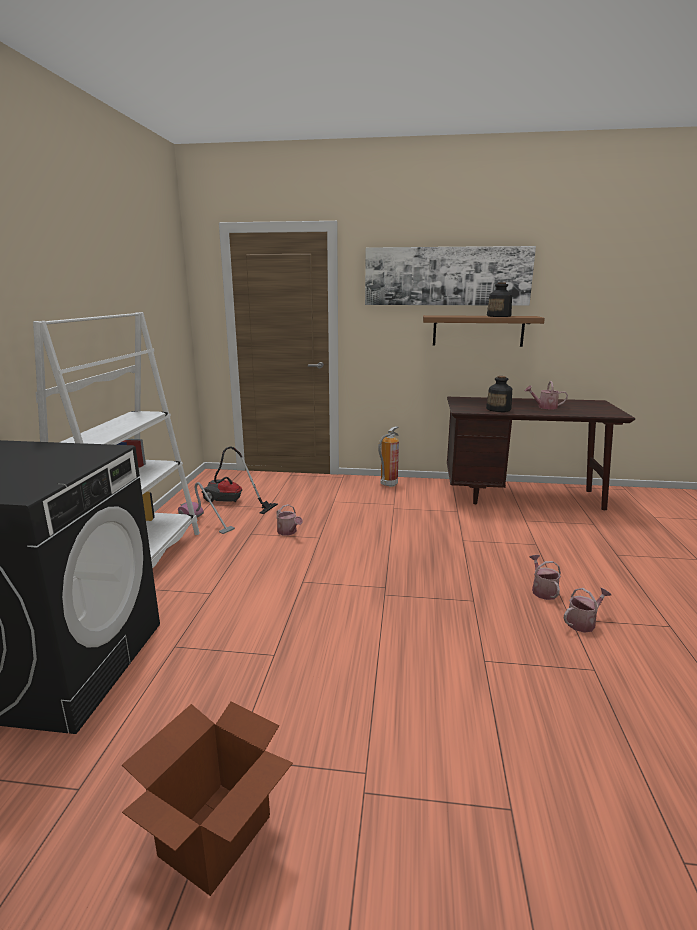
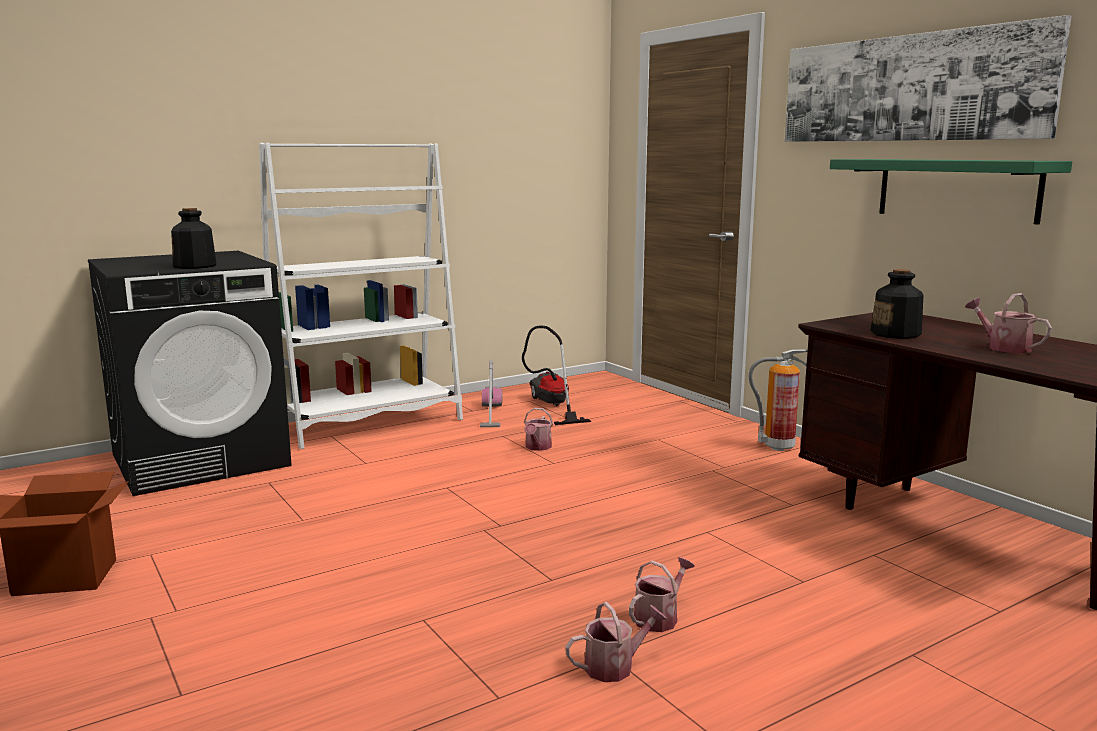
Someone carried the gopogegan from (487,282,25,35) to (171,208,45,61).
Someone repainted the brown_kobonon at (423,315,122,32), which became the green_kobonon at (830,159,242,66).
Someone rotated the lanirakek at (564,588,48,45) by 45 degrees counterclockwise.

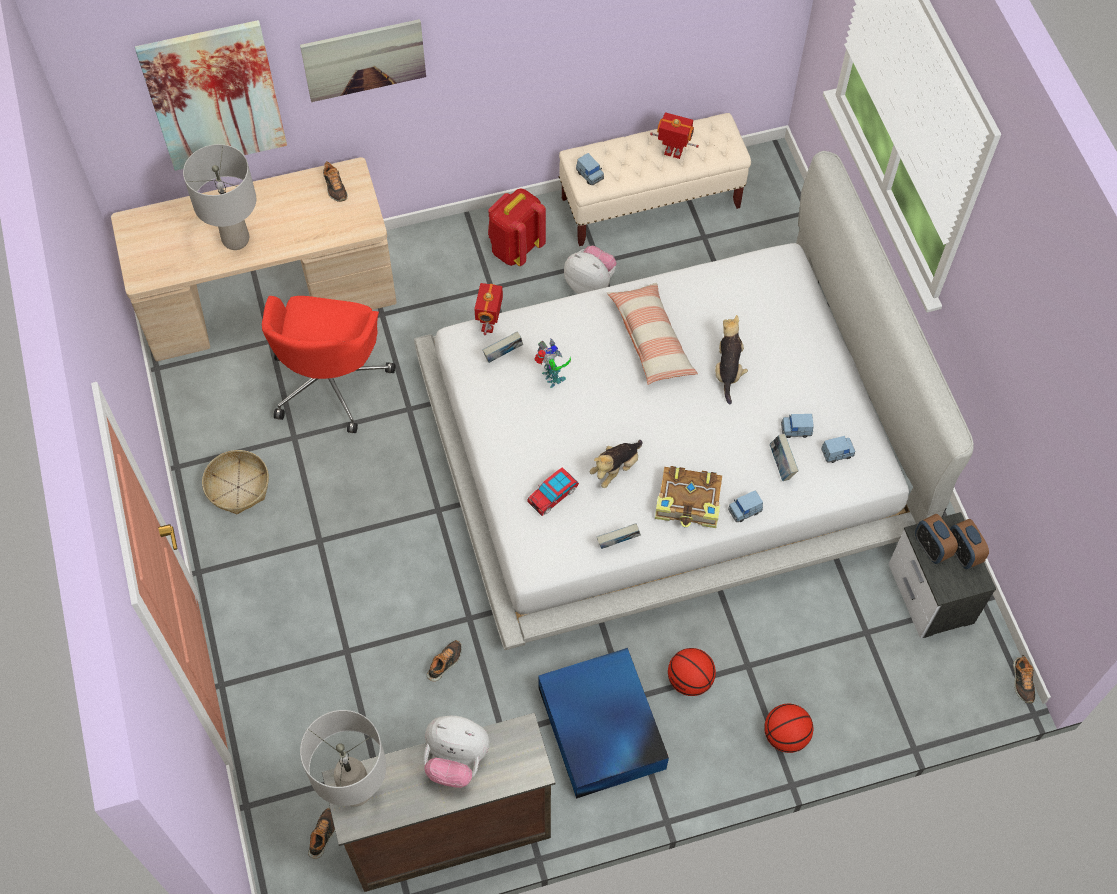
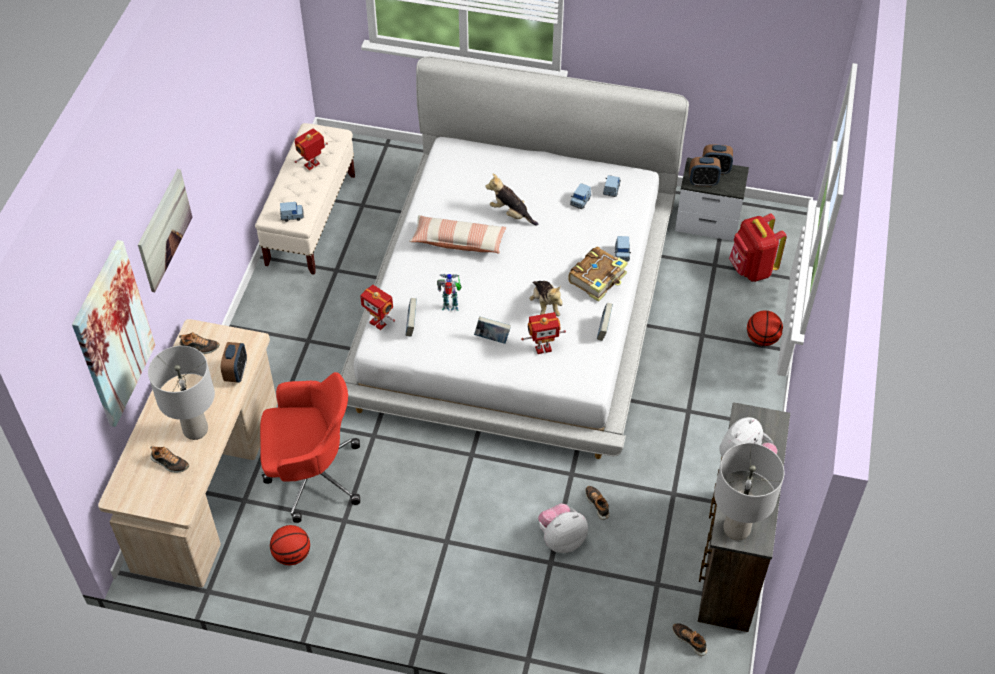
Someone carried the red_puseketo from (488,188,58,78) to (729,213,58,69).
Someone carried the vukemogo from (564,246,53,48) to (538,504,50,49).
Someone rotated the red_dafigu at (262,296,133,137) by 45 degrees counterclockwise.
Someone carried the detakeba from (770,434,29,47) to (474,316,37,28).
Someone took away the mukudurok at (202,450,67,64).
Someone swapped the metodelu at (528,468,51,48) for the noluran at (521,312,45,42).
Someone took away the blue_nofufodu at (538,648,131,151).
Someone carried the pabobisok from (668,648,48,48) to (270,525,40,40).
Someone carried the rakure from (1013,655,22,48) to (150,446,39,27).
Someone put down the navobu at (221,342,26,41).

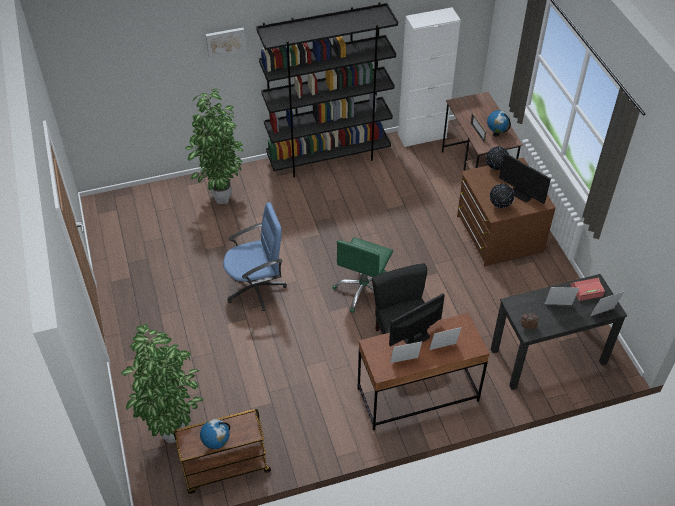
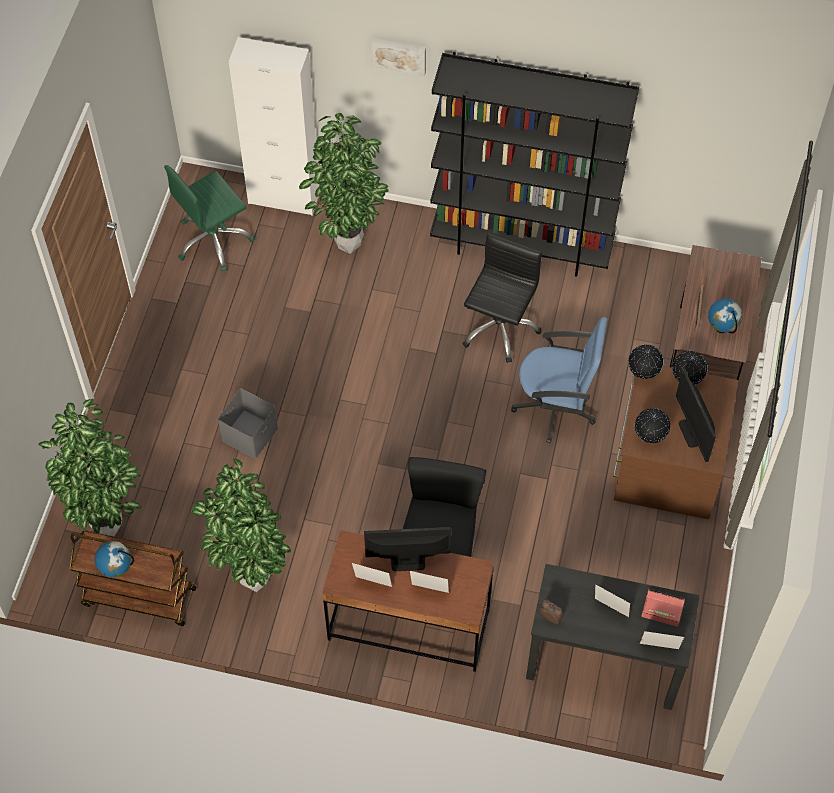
Someone carried the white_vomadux from (398,7,63,140) to (229,37,90,179).
Someone carried the blue_dafigu from (223,202,64,109) to (511,317,96,126).
Someone carried the green_dafigu from (333,237,60,76) to (164,165,90,106).
Someone put down the black_dafigu at (462,233,80,130).
Someone put down the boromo at (628,345,35,34).
Someone put down the grey_nofufodu at (218,389,60,70).
Someone put down the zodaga at (191,458,100,134).

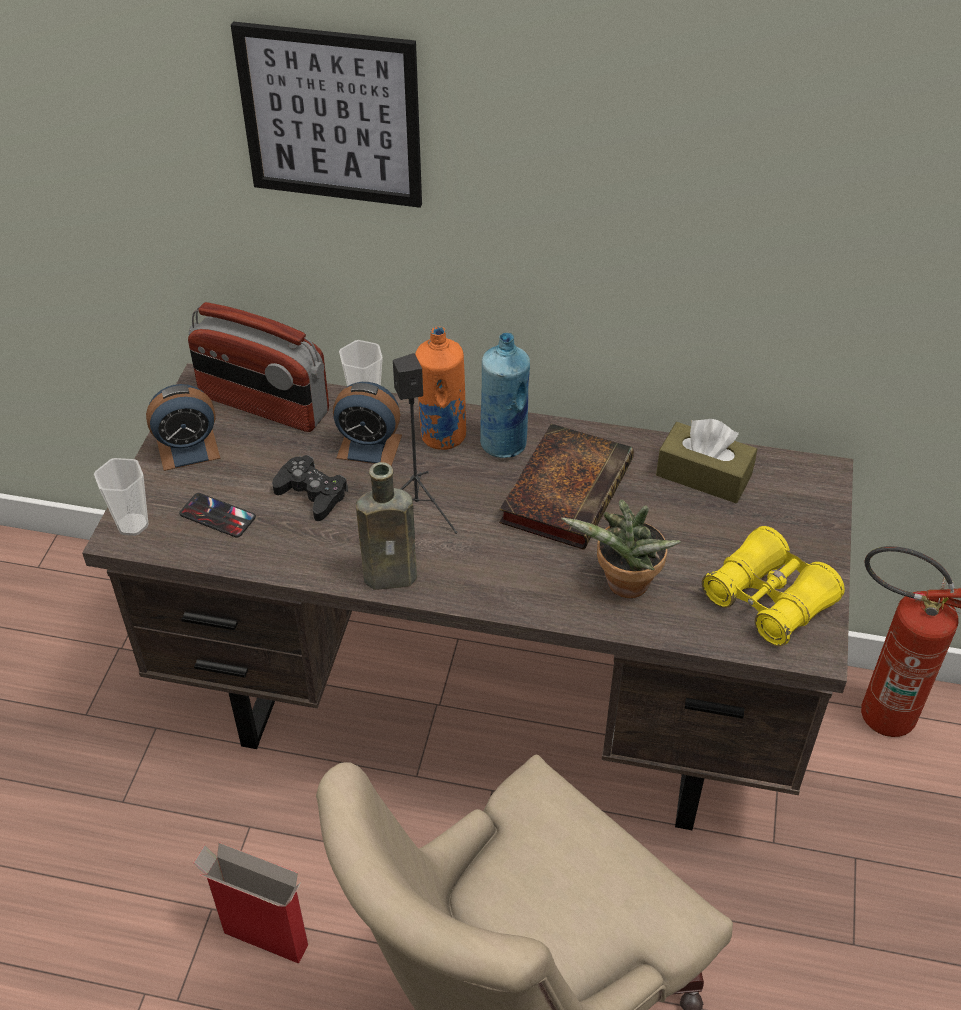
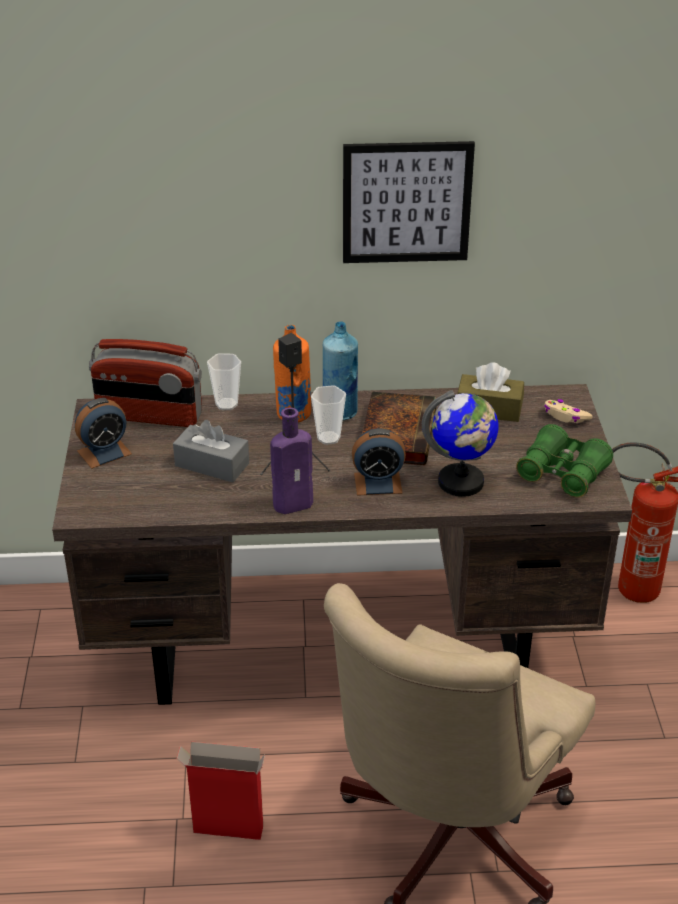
Someone carried the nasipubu from (231,21,191,187) to (343,141,132,122).
Someone carried the navobu from (333,382,69,84) to (352,428,54,68).
Someone swapped the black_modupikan at (272,455,76,66) for the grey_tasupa at (173,420,76,62).
Someone carried the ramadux from (94,458,54,78) to (311,385,35,60).
Someone repainted the brown_gopogegan at (356,462,61,128), which became the purple_gopogegan at (270,408,43,106).
Someone took away the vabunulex at (179,493,77,45).
Someone swapped the zodaga at (561,500,120,98) for the boromo at (422,390,77,107).
Someone repainted the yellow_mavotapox at (702,526,143,120), which became the green_mavotapox at (516,424,97,73).
Someone put down the beige_modupikan at (544,399,49,24).

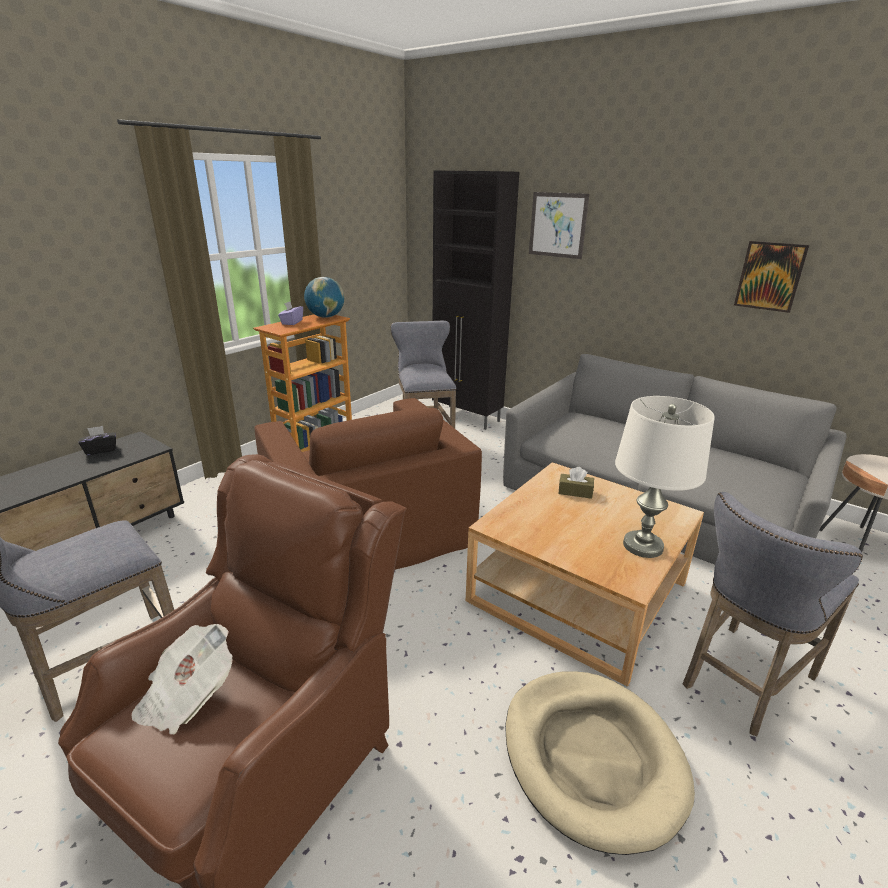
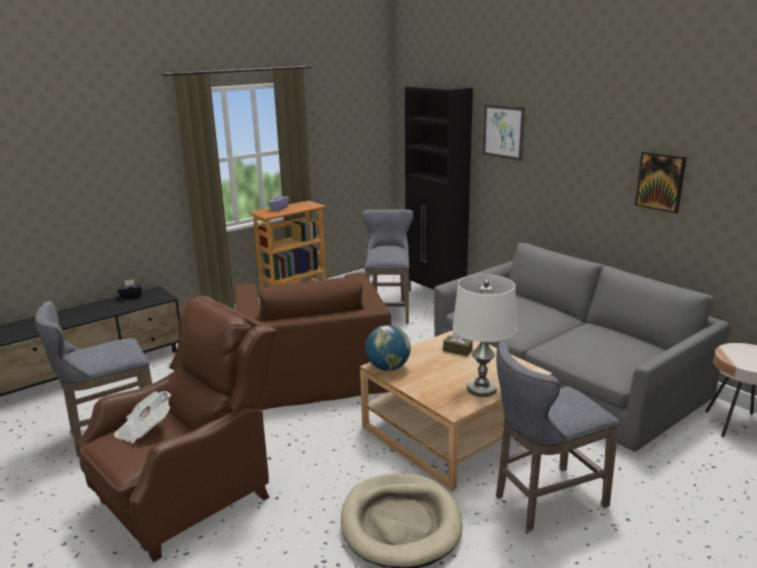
Someone carried the boromo from (304,277,40,41) to (365,325,46,46).

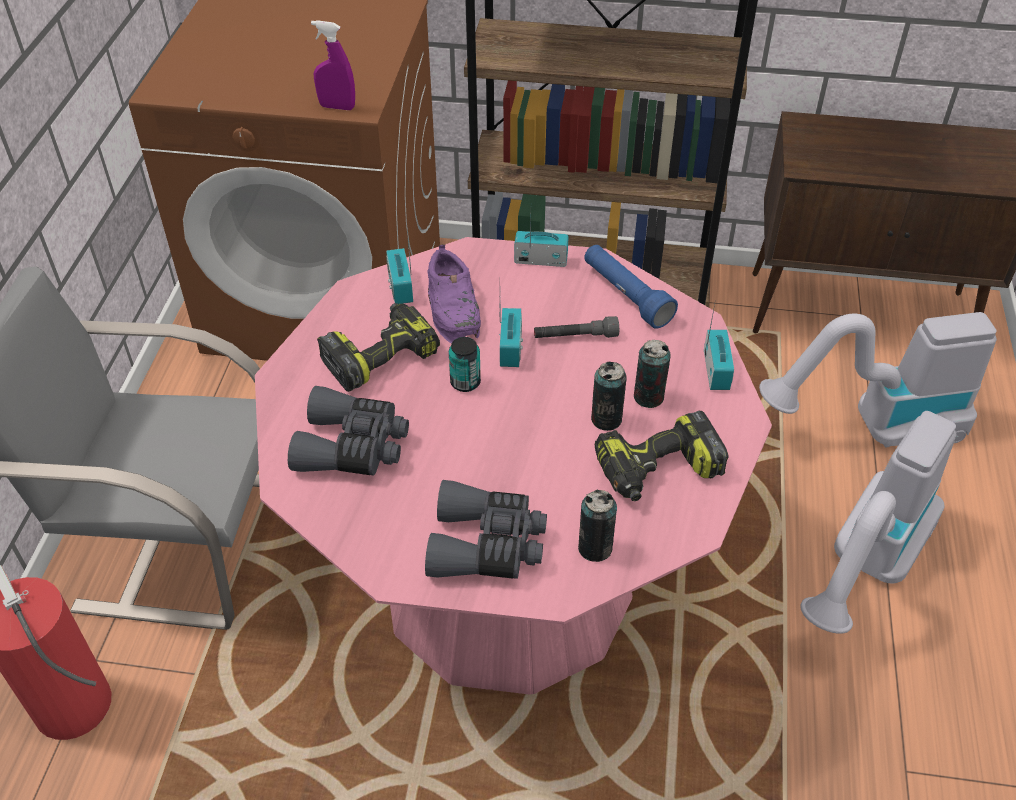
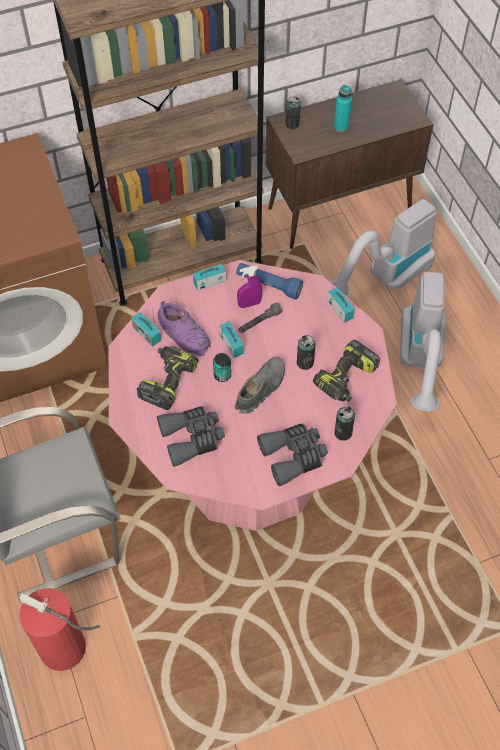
Someone carried the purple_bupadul from (311,20,44,90) to (237,266,25,42).
Someone carried the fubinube from (634,340,37,68) to (285,96,16,33).
Someone put down the turquoise_gopogegan at (334,84,18,48).
Someone put down the grey_rakure at (235,357,50,57).

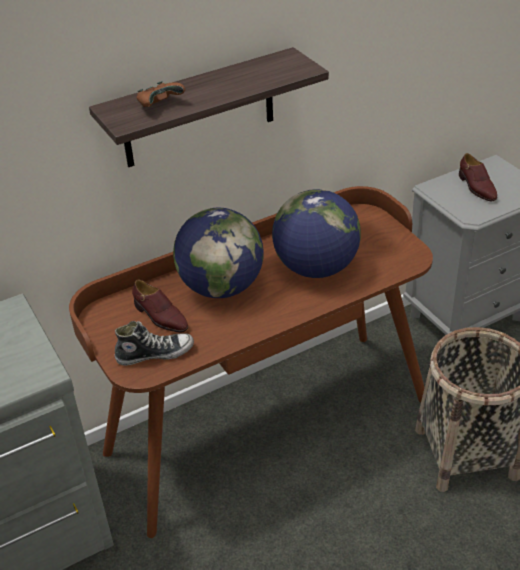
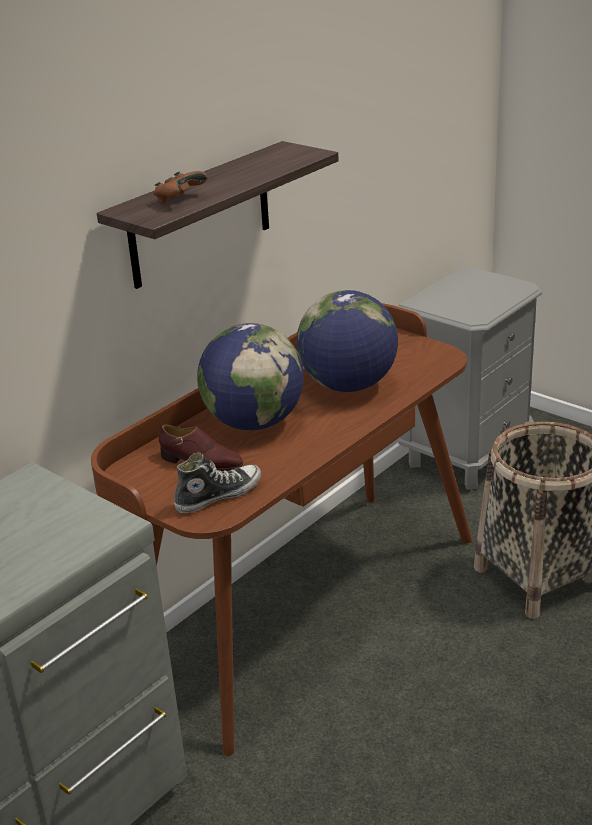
Someone took away the brown_rakure at (459,153,38,48).

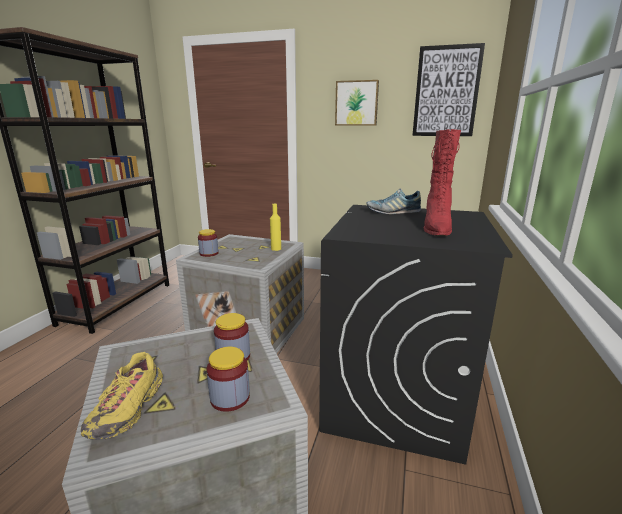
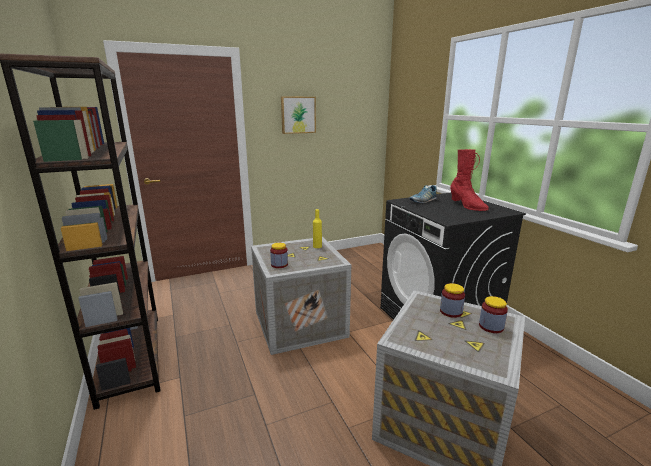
Someone took away the nasipubu at (412,43,73,93).
Someone took away the yellow_rakure at (81,352,82,88).

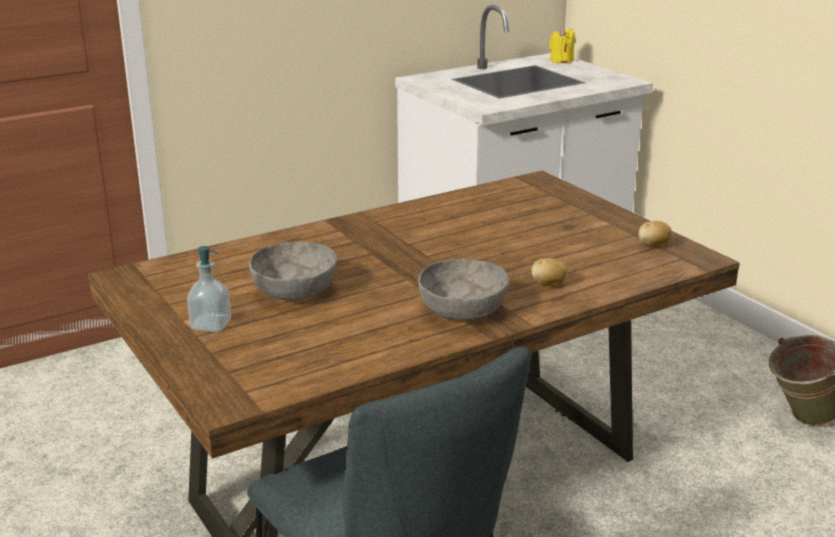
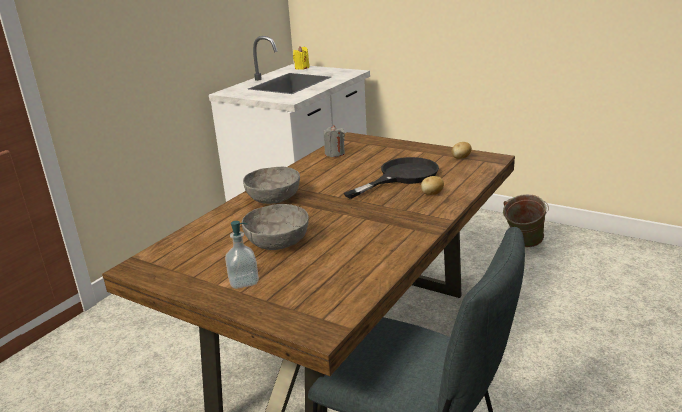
Someone carried the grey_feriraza from (418,259,91,62) to (243,167,57,37).
Someone put down the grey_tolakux at (324,125,21,32).
Someone put down the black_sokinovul at (344,157,95,42).

